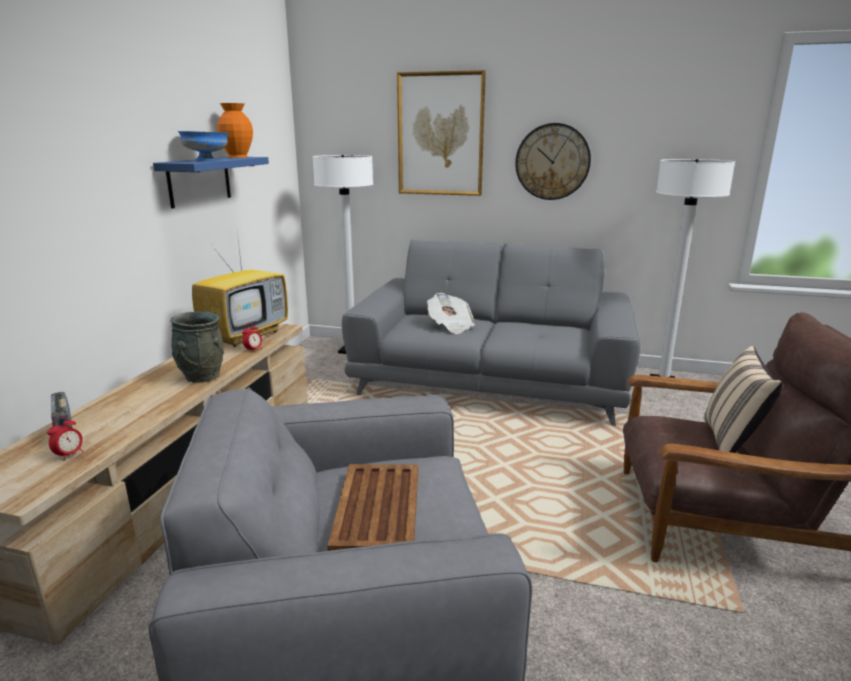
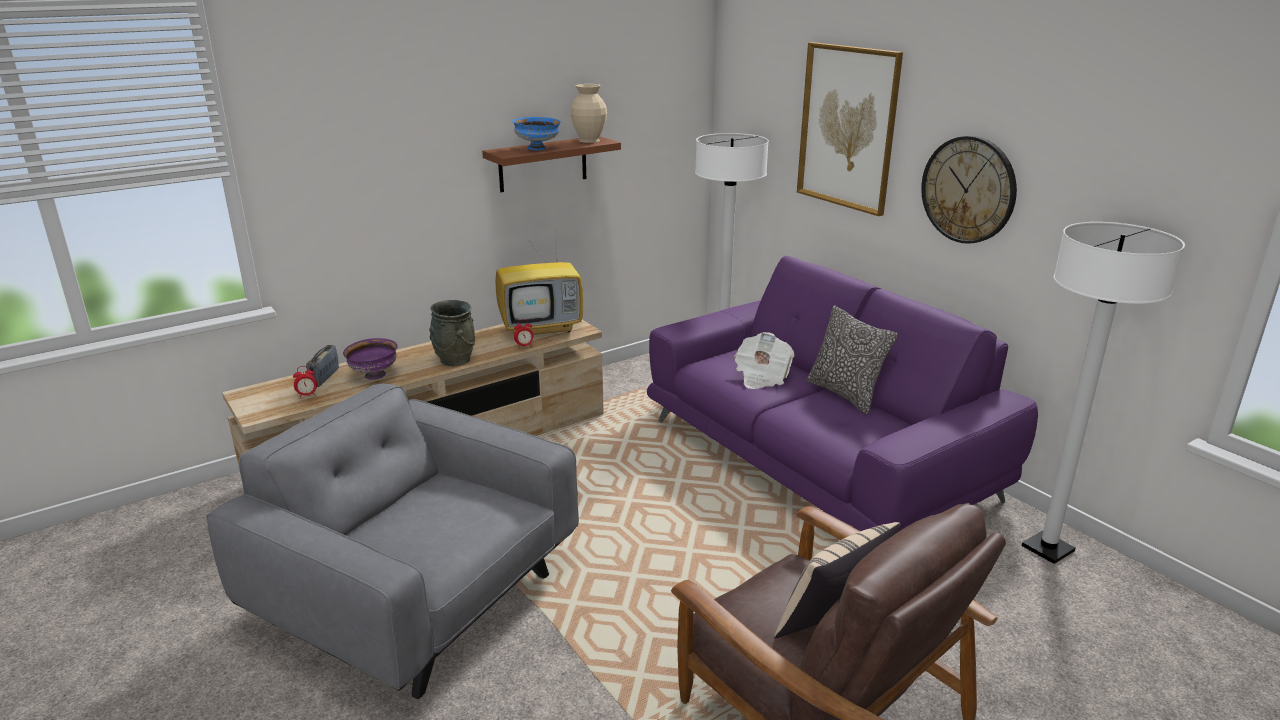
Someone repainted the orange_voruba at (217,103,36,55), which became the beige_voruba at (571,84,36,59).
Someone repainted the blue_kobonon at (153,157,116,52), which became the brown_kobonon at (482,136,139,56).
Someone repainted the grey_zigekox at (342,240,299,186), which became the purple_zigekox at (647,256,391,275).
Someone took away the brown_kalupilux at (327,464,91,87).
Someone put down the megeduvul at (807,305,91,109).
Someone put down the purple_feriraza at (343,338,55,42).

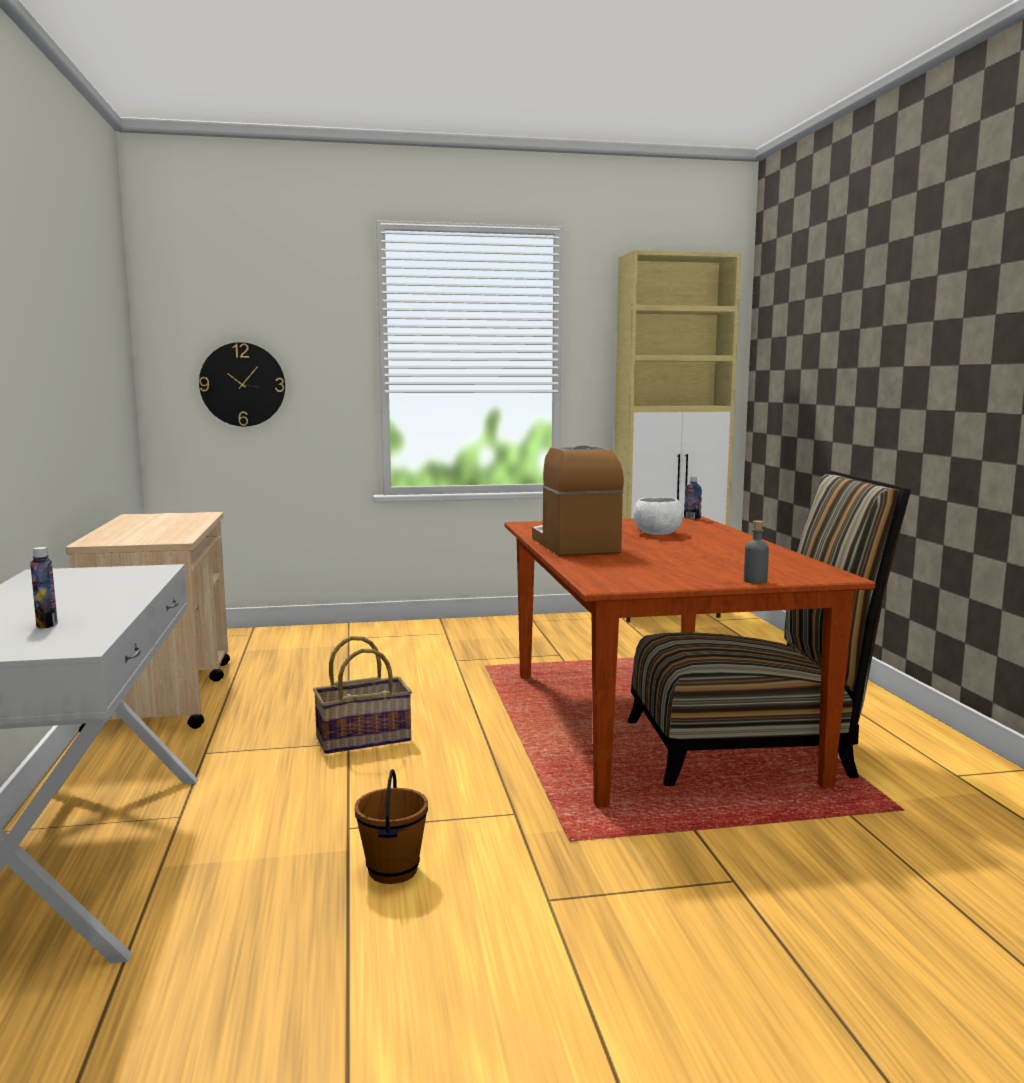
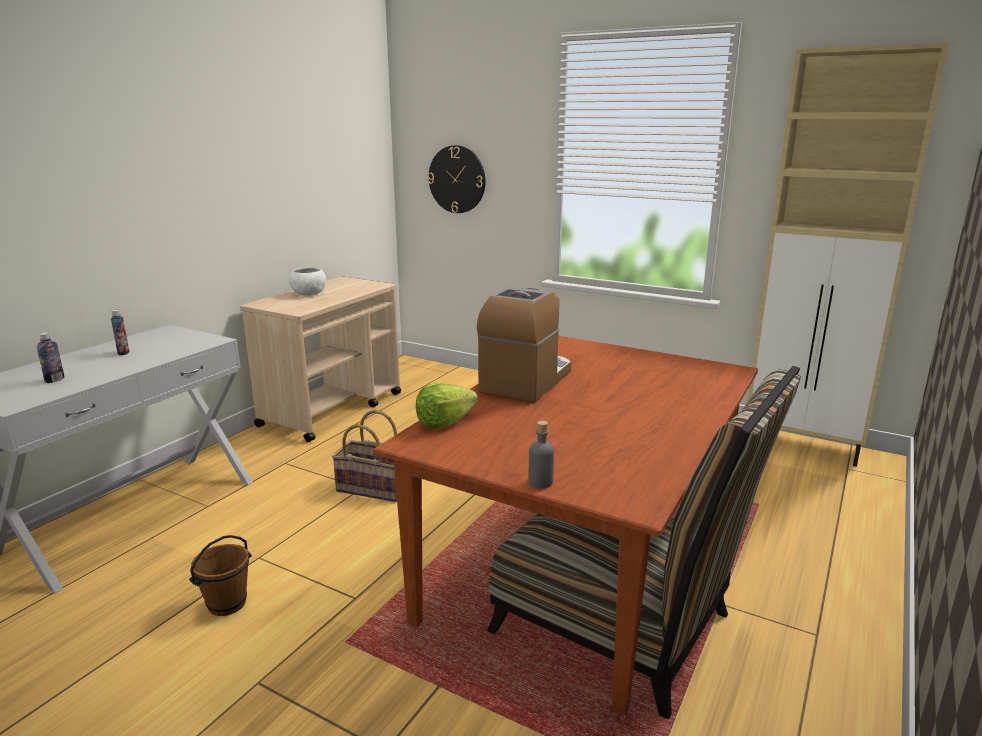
Someone carried the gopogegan from (684,477,18,42) to (111,310,18,45).
Someone carried the white_feriraza from (633,497,50,38) to (289,268,37,28).
Someone put down the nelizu at (416,383,62,45).

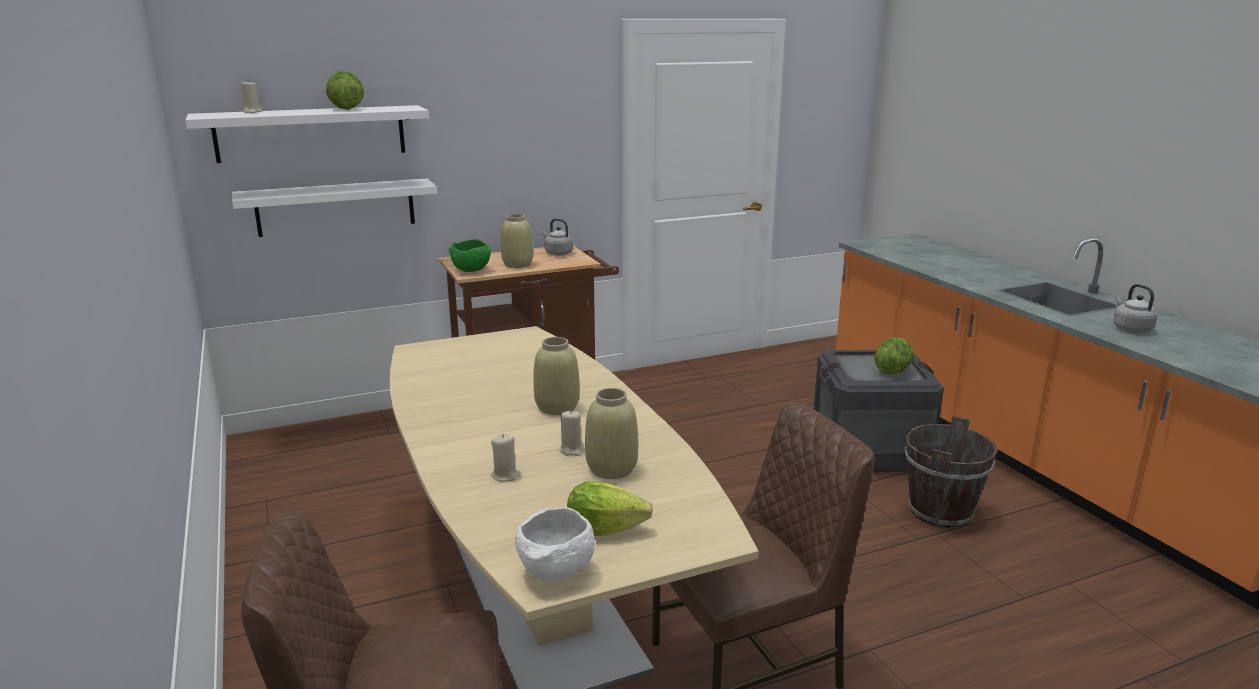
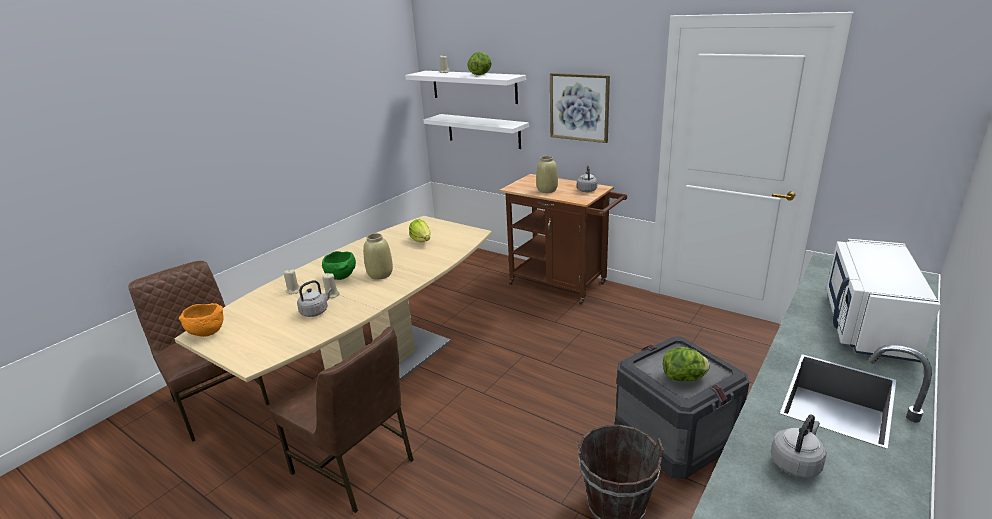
Someone carried the green_feriraza from (449,239,43,33) to (322,251,34,29).
Someone swapped the beige_voruba at (585,388,53,91) for the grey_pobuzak at (297,280,35,37).
Someone carried the nelizu from (567,481,86,55) to (409,219,21,23).
Someone repainted the white_feriraza at (515,507,80,74), which became the orange_feriraza at (179,303,44,34).
Someone put up the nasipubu at (550,73,60,70).
Someone put down the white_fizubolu at (827,239,114,123).

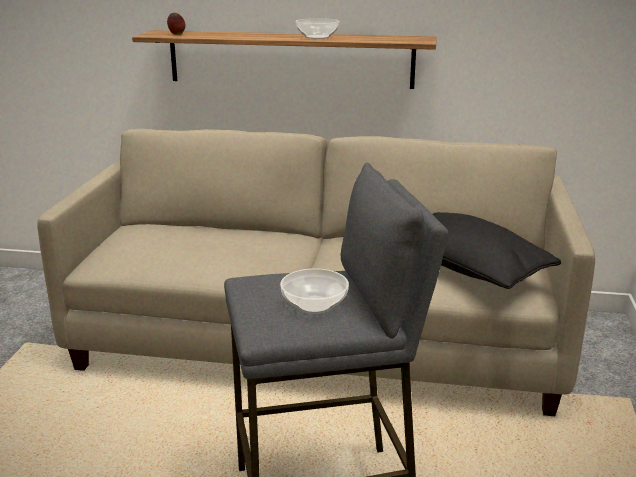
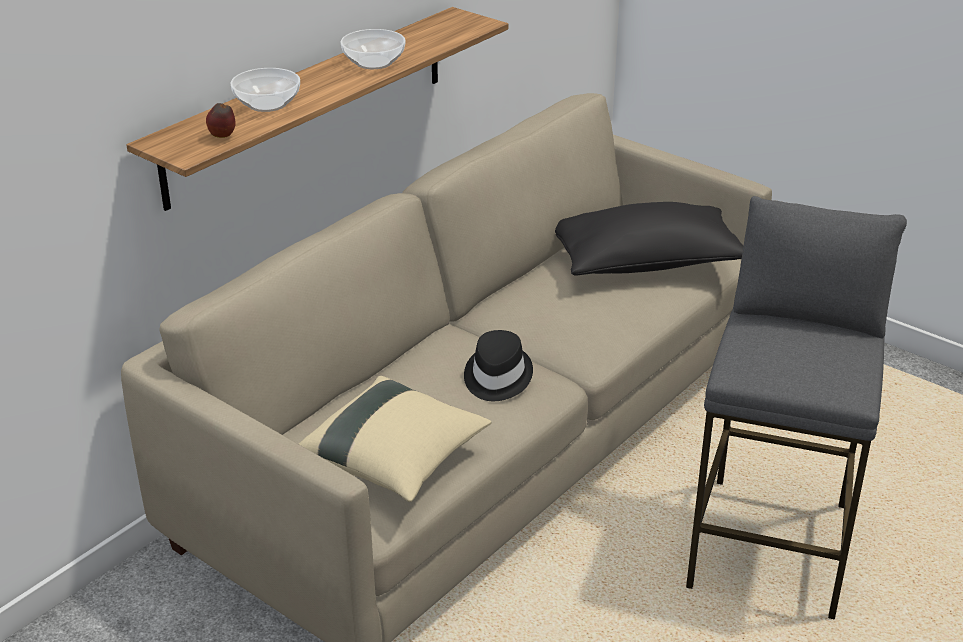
Someone carried the feriraza from (280,268,69,46) to (230,68,70,44).
Someone put down the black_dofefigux at (464,330,69,71).
Someone put down the beige_megeduvul at (299,376,192,126).

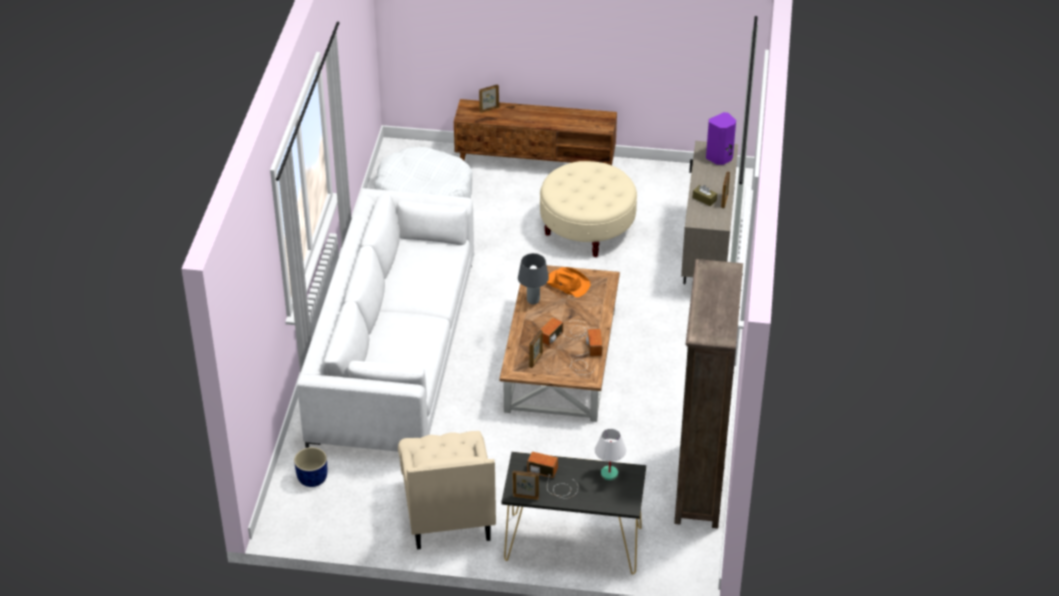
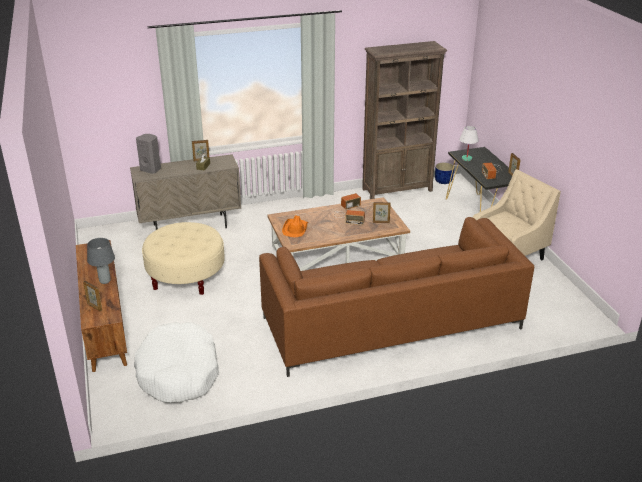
Someone repainted the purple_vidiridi at (706,112,30,53), which became the grey_vidiridi at (136,134,25,40).
Someone repainted the white_zigekox at (297,188,178,264), which became the brown_zigekox at (259,217,275,160).
Someone carried the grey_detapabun from (518,253,31,51) to (87,238,28,46).
Someone carried the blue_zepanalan from (294,447,33,40) to (435,162,20,22).

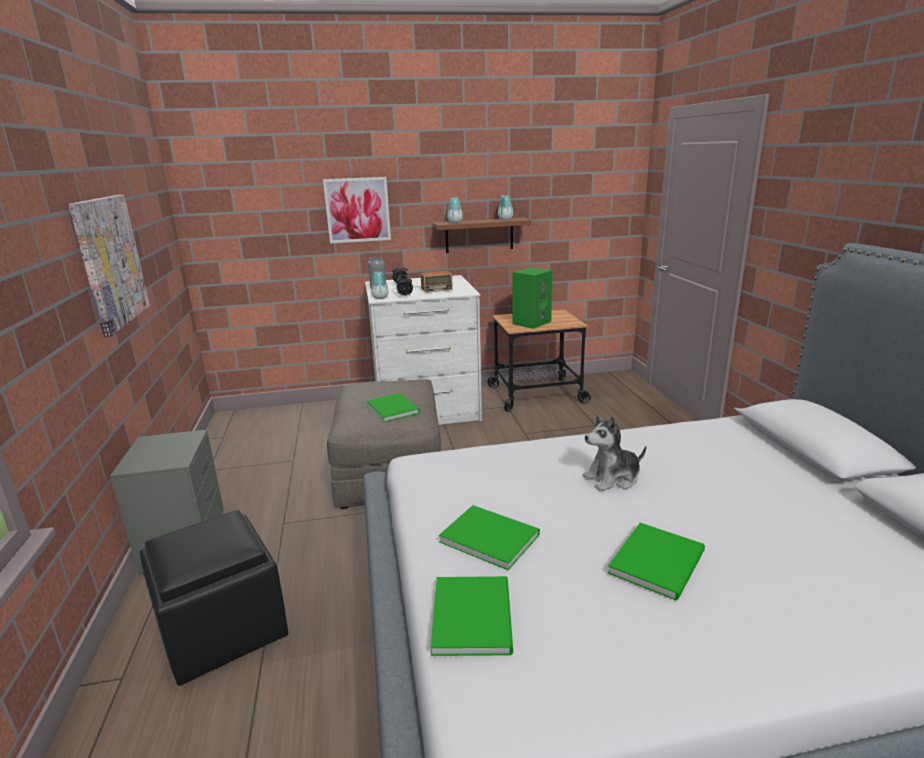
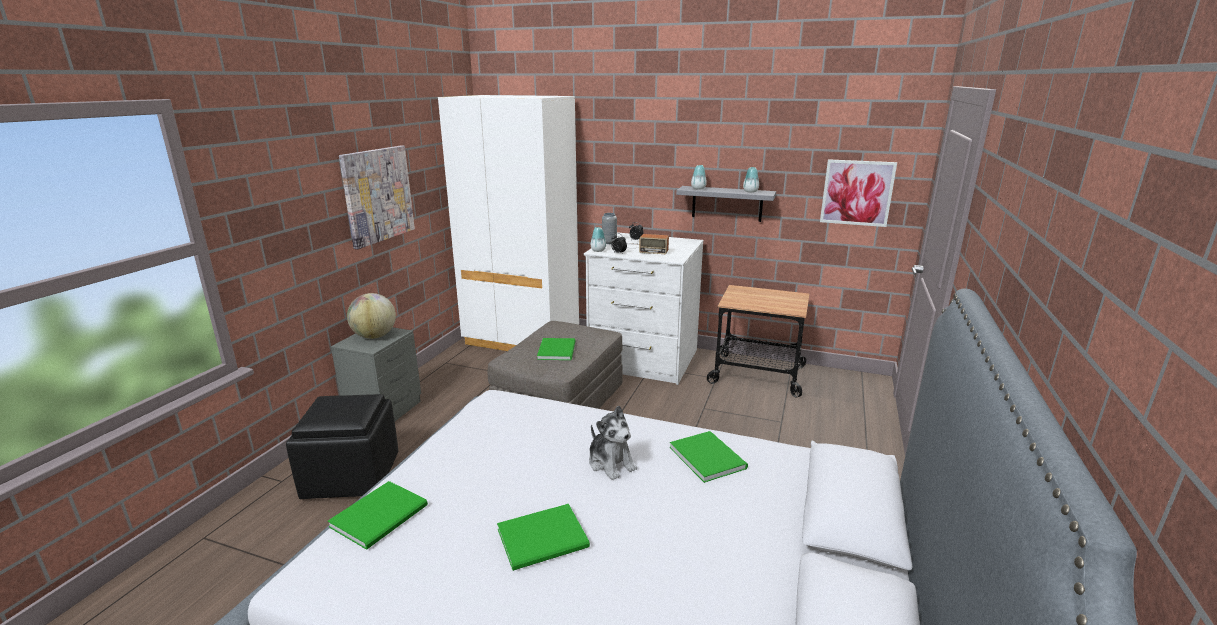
Someone carried the nasipubu from (323,177,68,66) to (820,159,77,68).
Someone repainted the brown_kobonon at (433,217,98,36), which became the grey_kobonon at (676,186,100,36).
Someone took away the green_vidiridi at (513,267,40,62).
Someone rotated the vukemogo at (583,414,63,77) by 135 degrees counterclockwise.
Someone carried the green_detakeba from (439,505,101,65) to (670,431,78,52).
Someone put down the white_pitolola at (438,95,141,256).
Someone put down the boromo at (347,293,49,46).

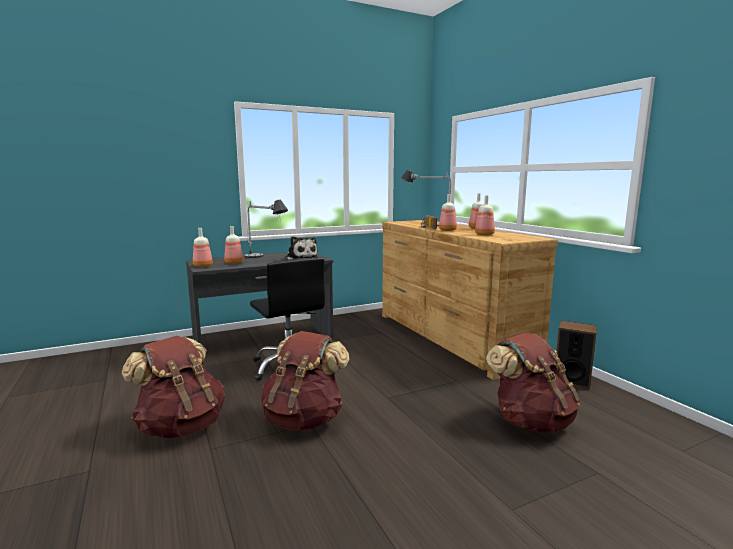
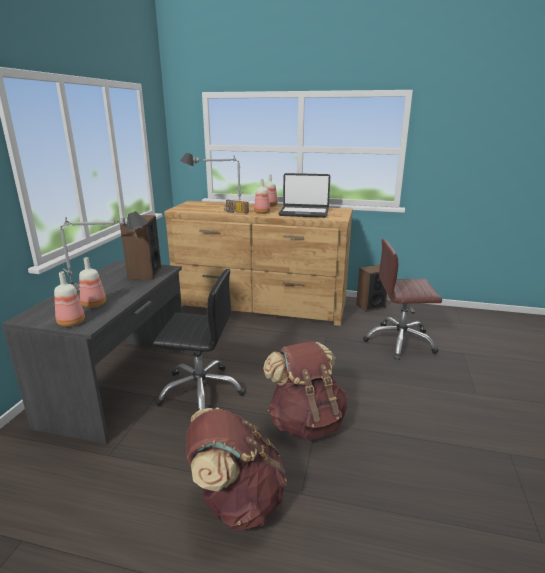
Someone swapped the gopogegan at (475,195,20,40) for the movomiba at (278,173,52,45).
Someone swapped the vukemogo at (285,236,33,24) for the vidiridi at (120,215,41,65).
Someone swapped the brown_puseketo at (486,332,95,101) for the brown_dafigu at (363,239,79,121).

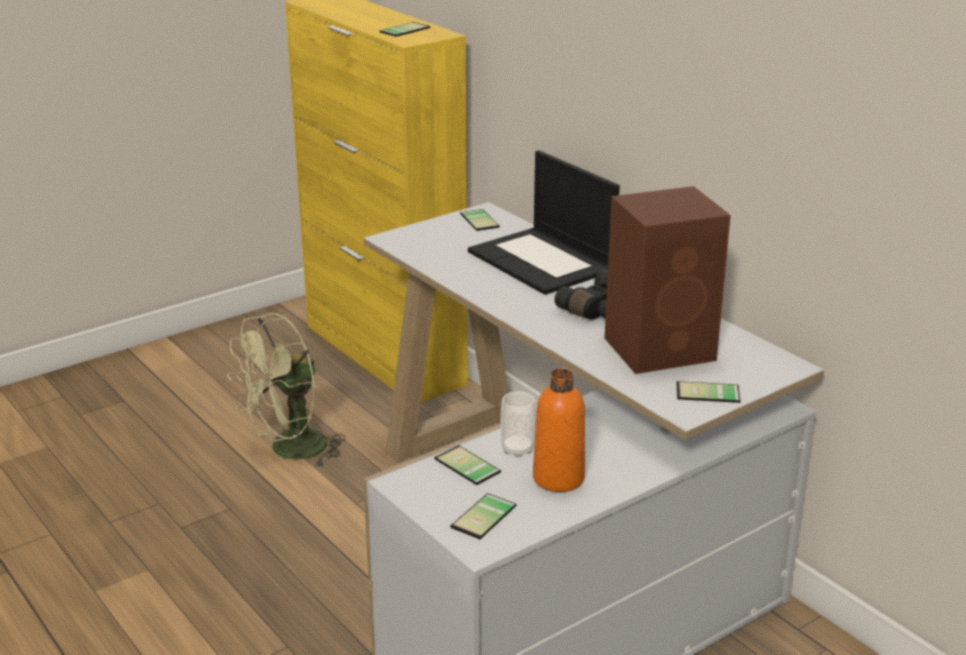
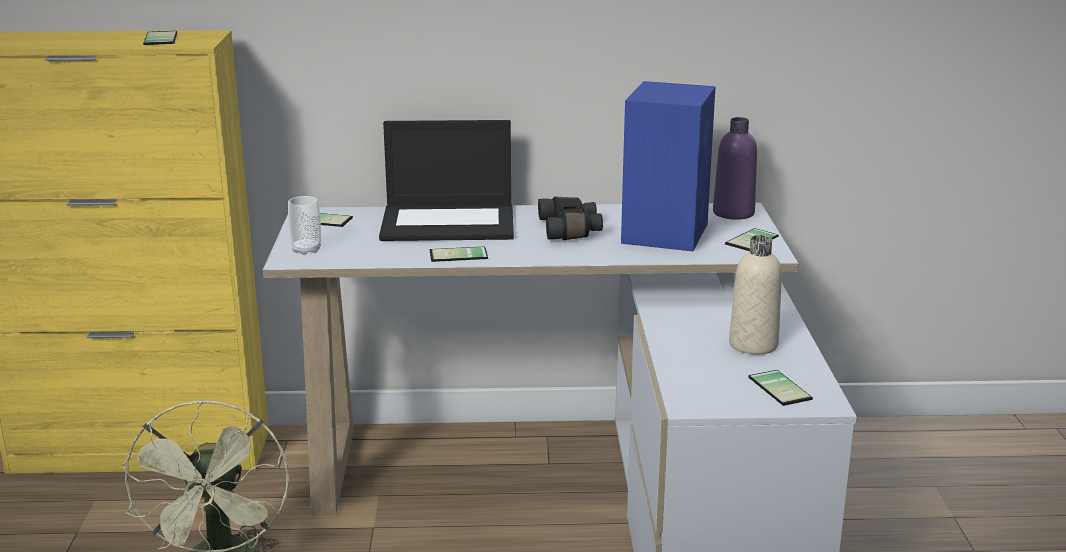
Someone repainted the brown_vidiridi at (605,186,126,188), which became the blue_vidiridi at (621,81,95,170).
Someone repainted the orange_gopogegan at (533,368,52,124), which became the beige_gopogegan at (729,235,53,120).
Someone carried the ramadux from (501,392,35,65) to (288,196,33,59).
Someone carried the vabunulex from (434,445,67,40) to (430,246,58,16).
Someone put down the purple_gopogegan at (713,117,44,103).

